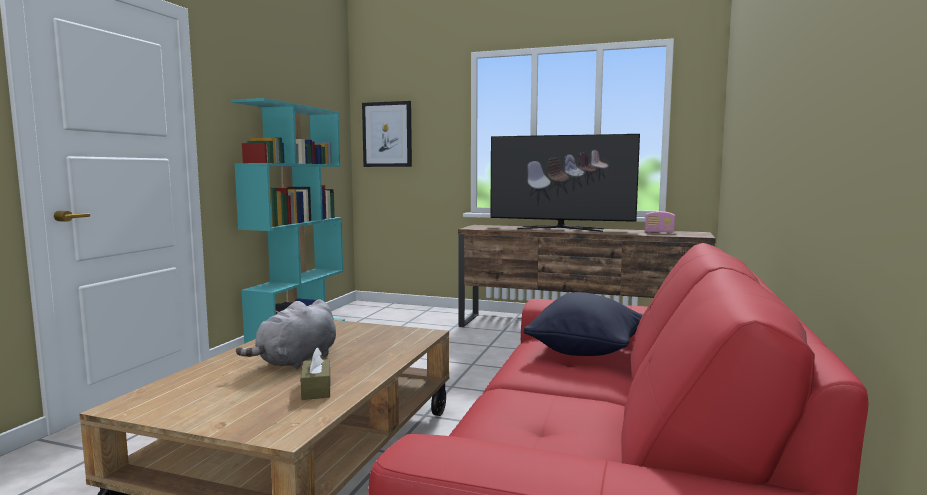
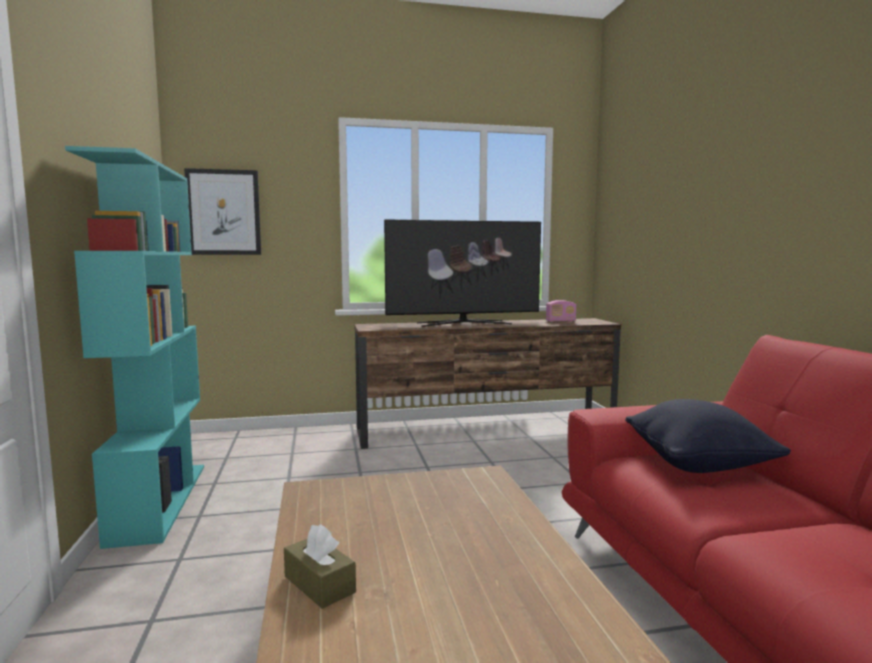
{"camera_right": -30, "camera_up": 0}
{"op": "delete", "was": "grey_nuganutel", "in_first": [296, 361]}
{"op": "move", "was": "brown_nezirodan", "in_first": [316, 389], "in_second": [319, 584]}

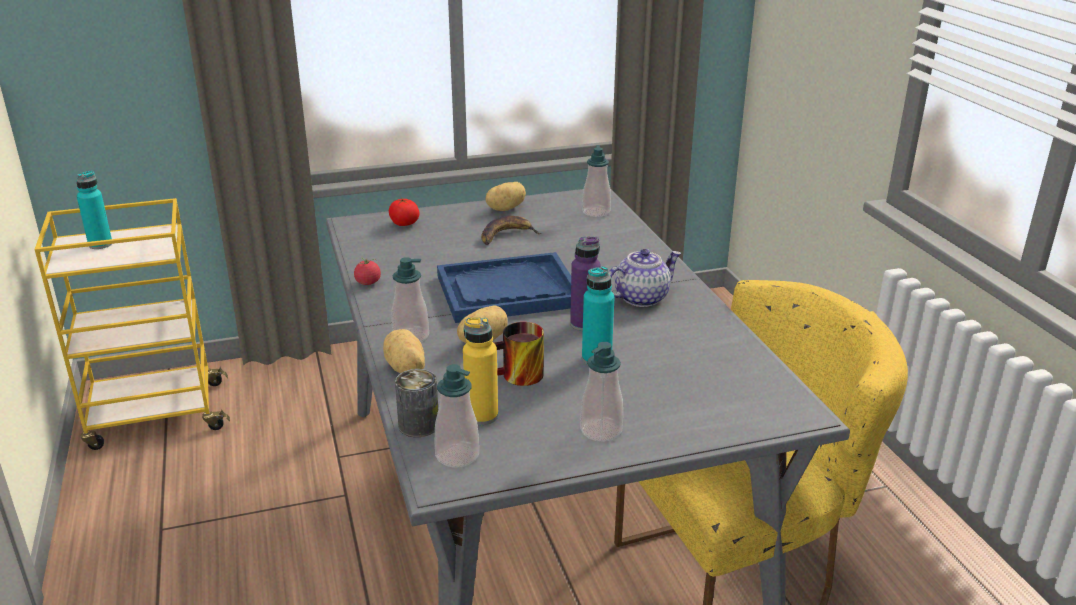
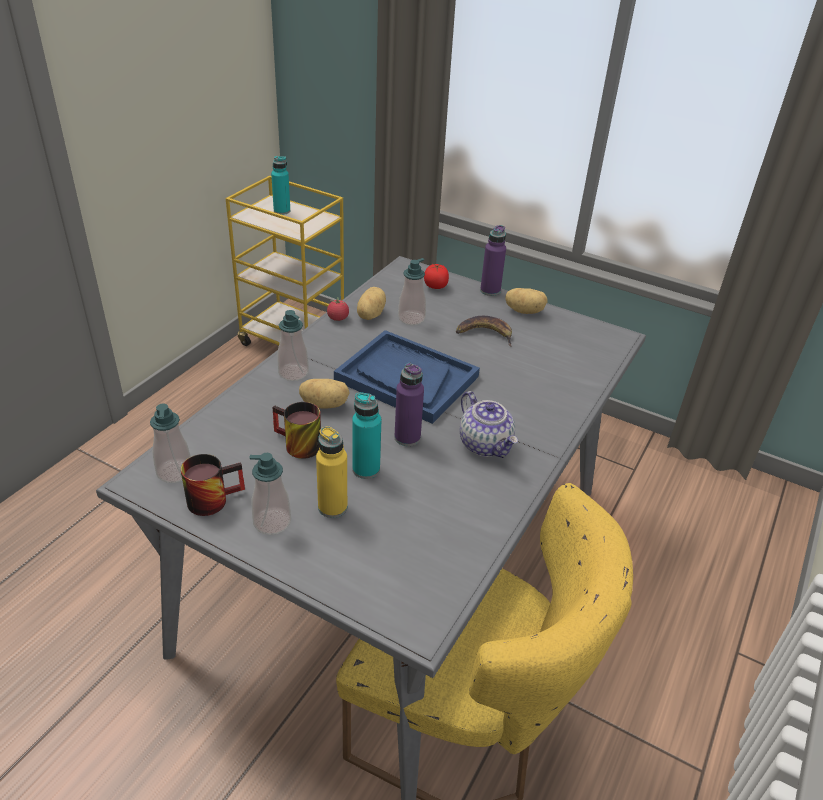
{"camera_right": 45, "camera_up": 10}
{"op": "move", "was": "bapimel", "in_first": [596, 212], "in_second": [411, 318]}
{"op": "rotate", "was": "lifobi", "in_first": [641, 297], "in_second": [486, 445], "clockwise": 45}
{"op": "move", "was": "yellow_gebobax", "in_first": [481, 416], "in_second": [332, 507]}
{"op": "move", "was": "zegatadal", "in_first": [405, 369], "in_second": [369, 315]}
{"op": "delete", "was": "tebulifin", "in_first": [418, 425]}
{"op": "insert", "now": "purple_gebobax", "in_second": [490, 290]}
{"op": "insert", "now": "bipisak", "in_second": [213, 497]}

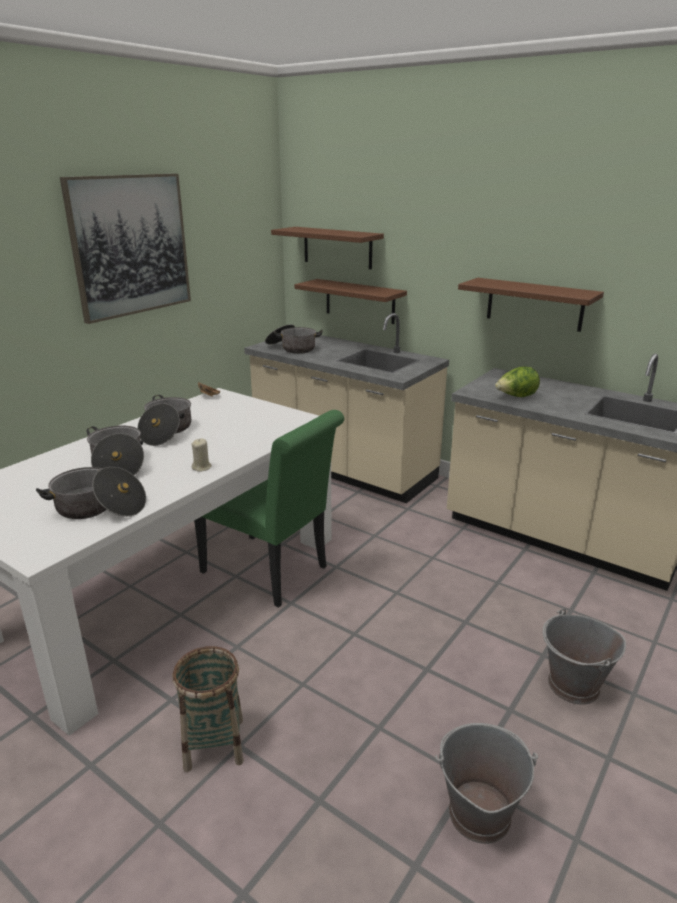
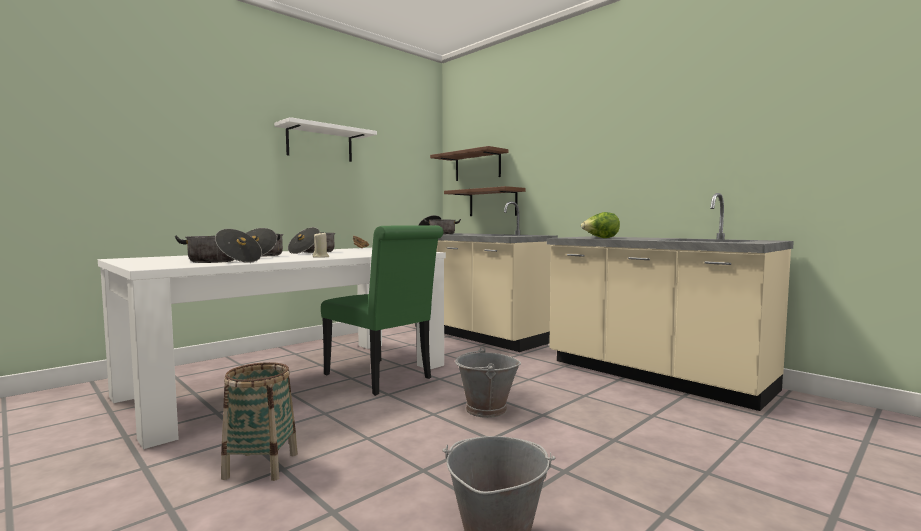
{"camera_right": 10, "camera_up": -20}
{"op": "replace", "was": "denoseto", "now": "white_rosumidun", "in_first": [130, 245], "in_second": [320, 144]}
{"op": "delete", "was": "brown_rosumidun", "in_first": [534, 304]}
{"op": "move", "was": "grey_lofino", "in_first": [573, 686], "in_second": [486, 409]}

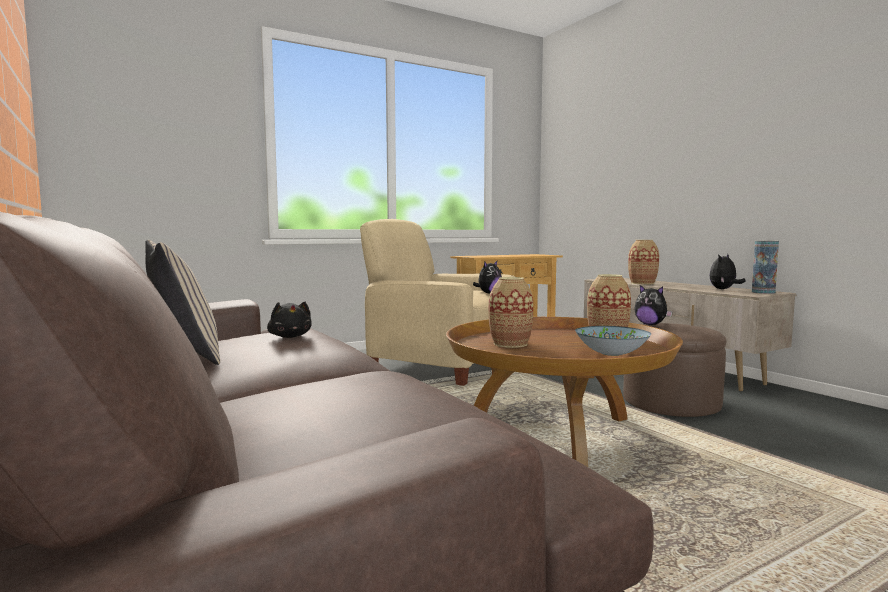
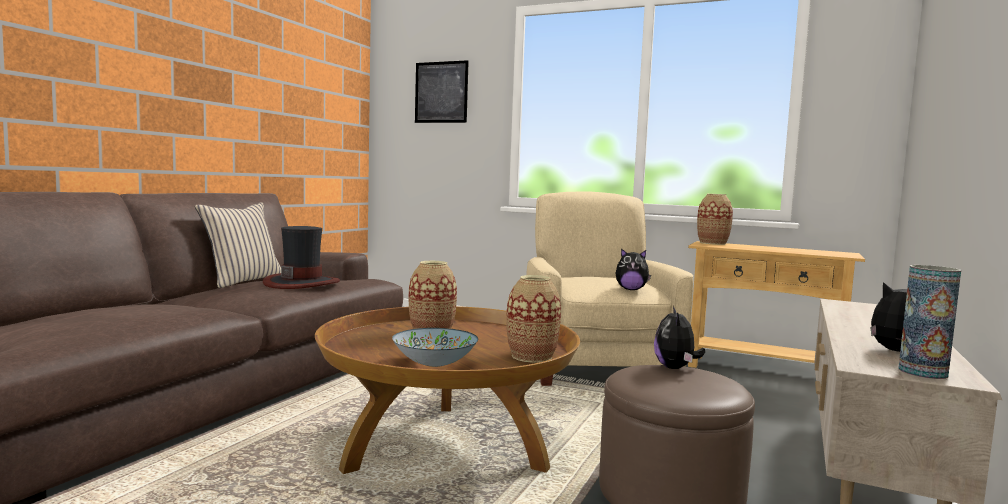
{"camera_right": 55, "camera_up": 0}
{"op": "move", "was": "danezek", "in_first": [642, 283], "in_second": [712, 243]}
{"op": "replace", "was": "black_nuganutel", "now": "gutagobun", "in_first": [290, 337], "in_second": [302, 283]}
{"op": "insert", "now": "denoseto", "in_second": [441, 92]}

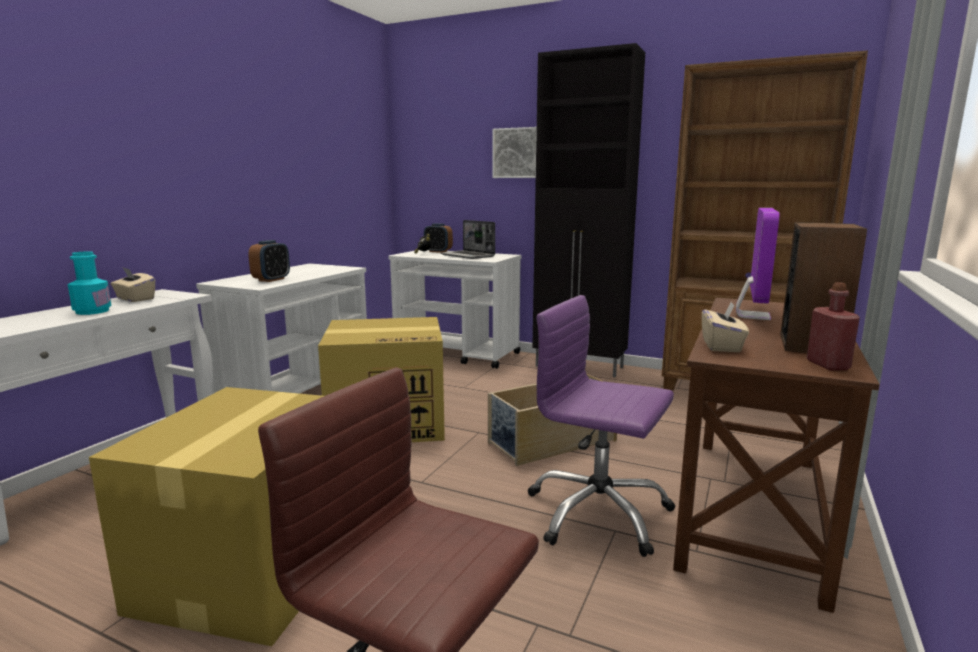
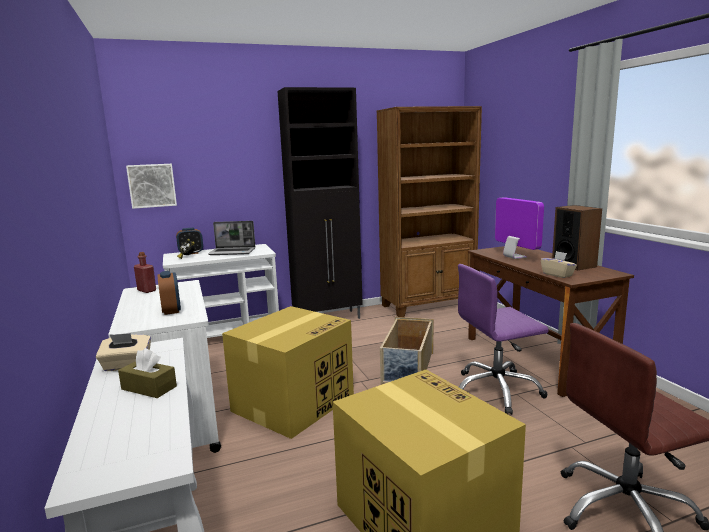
{"camera_right": -45, "camera_up": 0}
{"op": "move", "was": "denoseto", "in_first": [516, 153], "in_second": [152, 185]}
{"op": "replace", "was": "turquoise_gebobax", "now": "brown_nezirodan", "in_first": [92, 311], "in_second": [149, 388]}
{"op": "move", "was": "red_gebobax", "in_first": [828, 365], "in_second": [146, 290]}

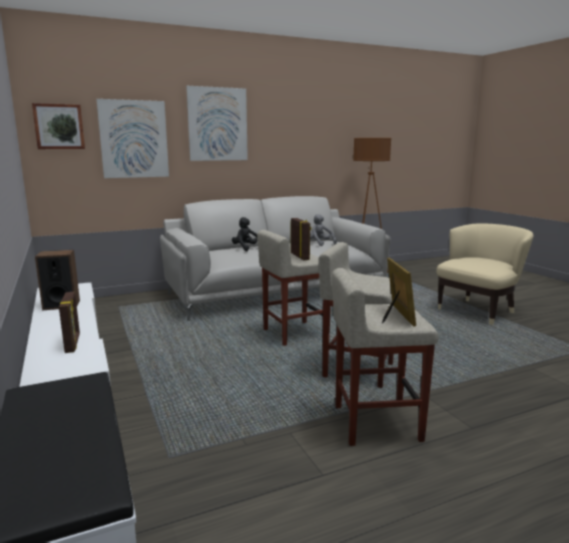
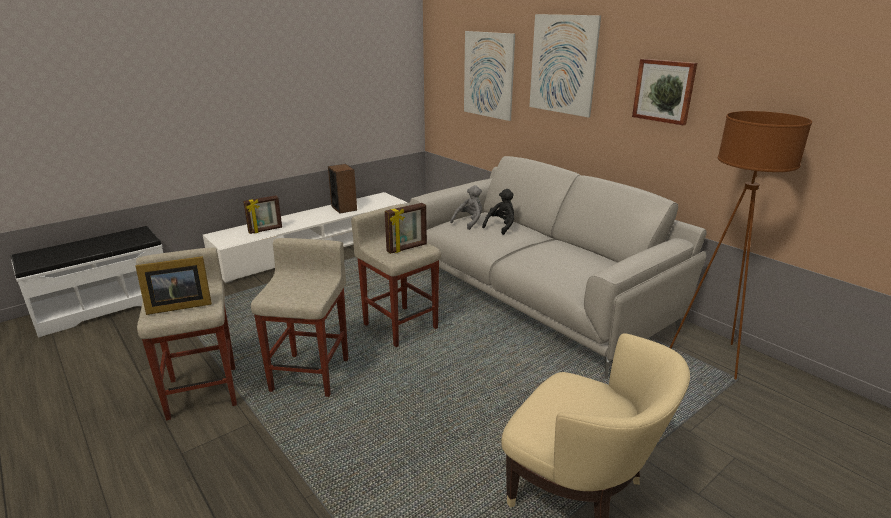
{"camera_right": 75, "camera_up": 10}
{"op": "move", "was": "denoseto", "in_first": [59, 126], "in_second": [664, 91]}
{"op": "move", "was": "grey_nuganutel", "in_first": [320, 244], "in_second": [469, 222]}

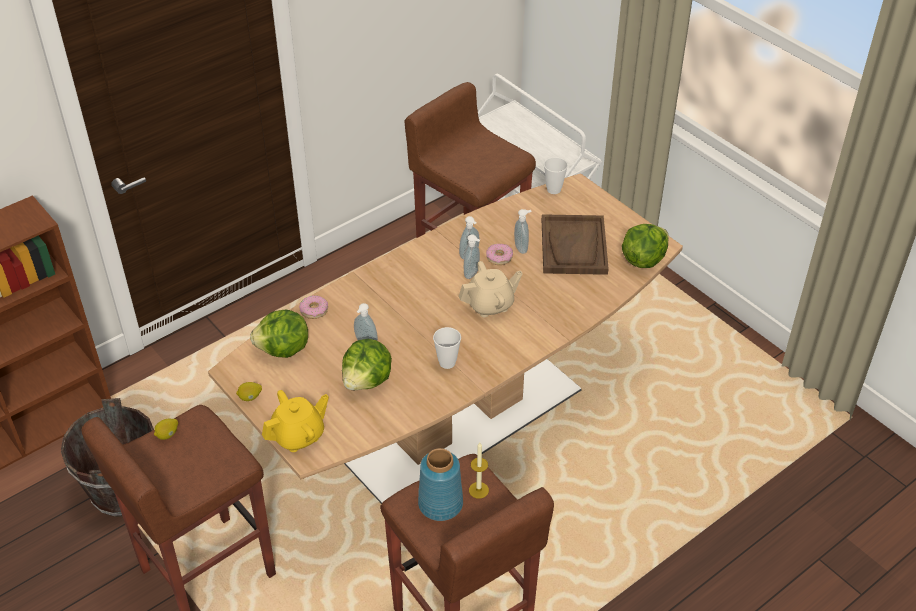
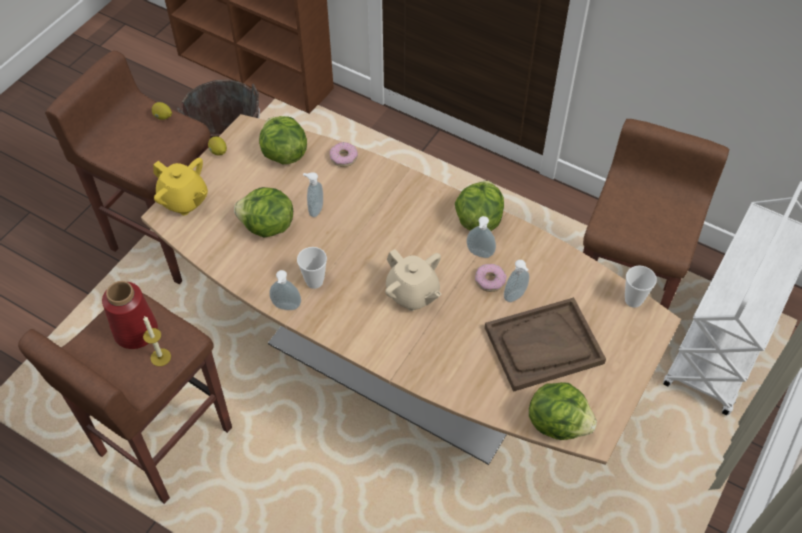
{"camera_right": 70, "camera_up": 10}
{"op": "move", "was": "bapimel", "in_first": [472, 274], "in_second": [286, 307]}
{"op": "recolor", "was": "blue_danezek", "now": "red_danezek", "in_first": [441, 503], "in_second": [136, 332]}
{"op": "insert", "now": "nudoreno", "in_second": [478, 220]}

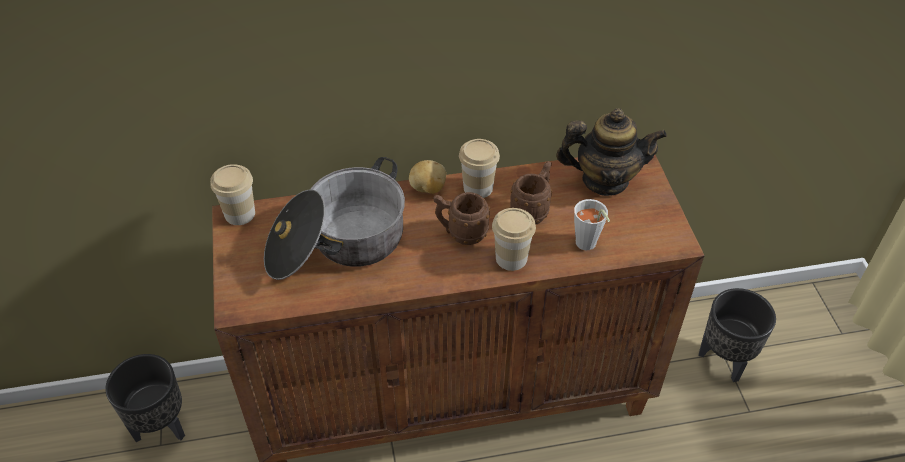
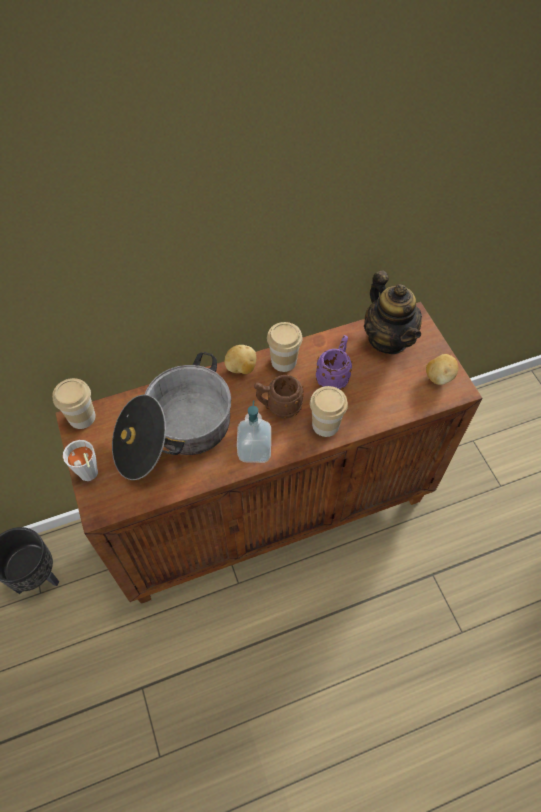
{"camera_right": -10, "camera_up": 10}
{"op": "rotate", "was": "lifobi", "in_first": [604, 180], "in_second": [388, 338], "clockwise": 75}
{"op": "recolor", "was": "brown_bipisak", "now": "purple_bipisak", "in_first": [532, 210], "in_second": [334, 376]}
{"op": "move", "was": "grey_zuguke", "in_first": [587, 246], "in_second": [90, 476]}
{"op": "delete", "was": "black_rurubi", "in_first": [724, 360]}
{"op": "insert", "now": "zegatadal", "in_second": [439, 377]}
{"op": "insert", "now": "bapimel", "in_second": [254, 450]}

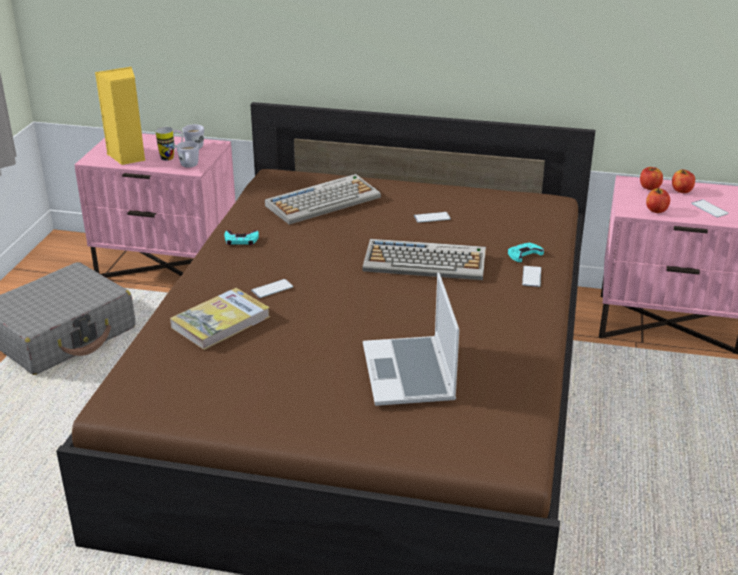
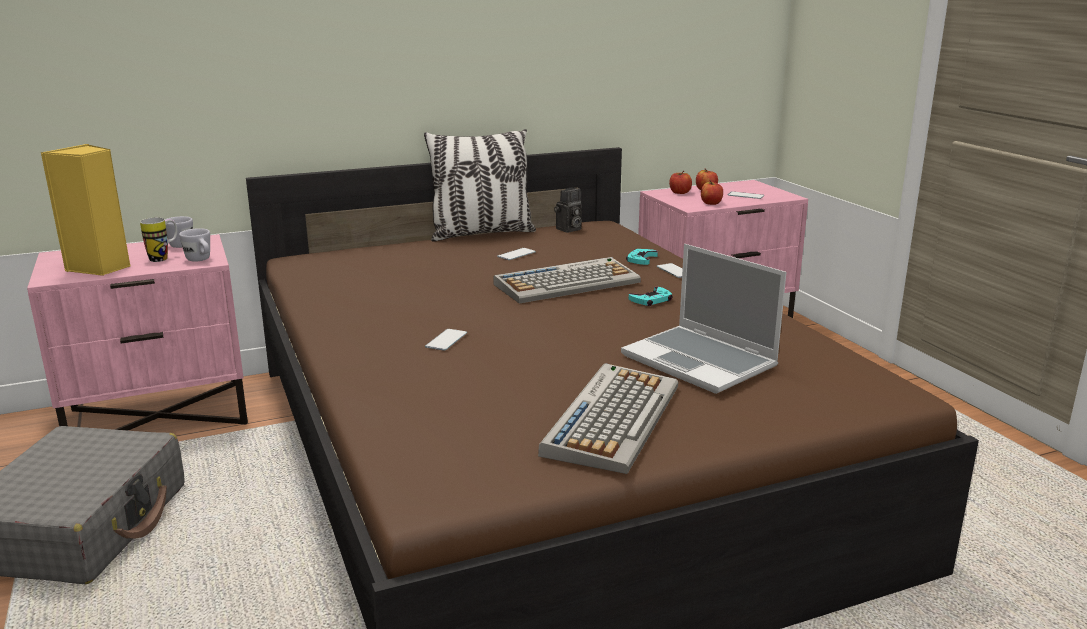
{"camera_right": -35, "camera_up": -10}
{"op": "move", "was": "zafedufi", "in_first": [323, 201], "in_second": [612, 418]}
{"op": "move", "was": "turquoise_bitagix", "in_first": [241, 240], "in_second": [651, 300]}
{"op": "delete", "was": "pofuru", "in_first": [220, 322]}
{"op": "insert", "now": "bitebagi", "in_second": [481, 234]}
{"op": "insert", "now": "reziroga", "in_second": [568, 229]}

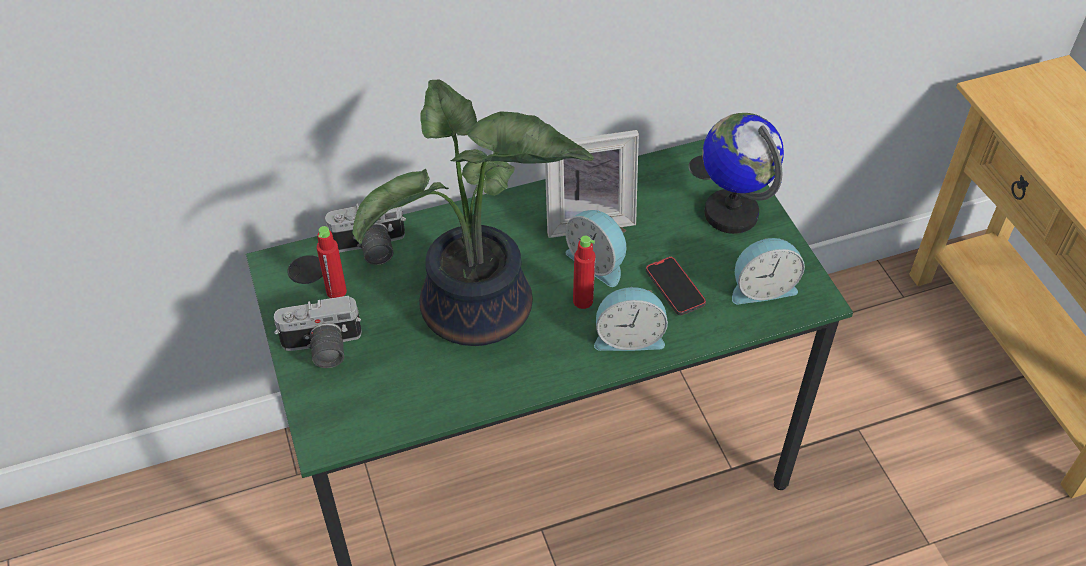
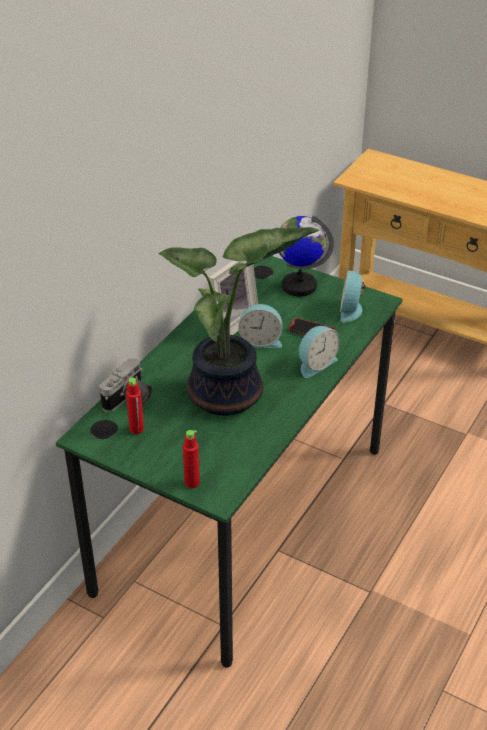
{"camera_right": -40, "camera_up": -10}
{"op": "move", "was": "red_gebobax", "in_first": [583, 301], "in_second": [192, 482]}
{"op": "rotate", "was": "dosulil", "in_first": [761, 288], "in_second": [351, 310], "clockwise": 150}
{"op": "delete", "was": "reziroga", "in_first": [322, 349]}

